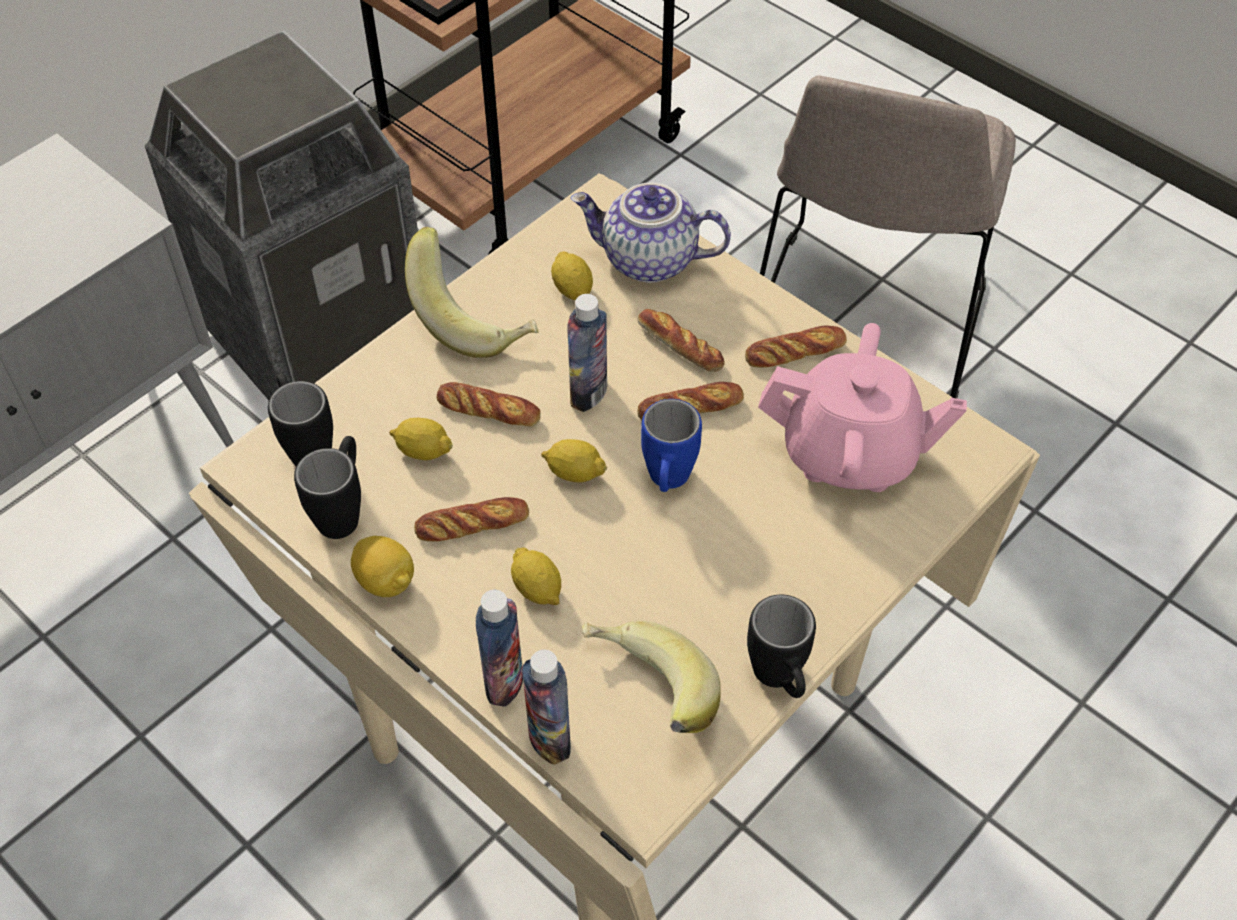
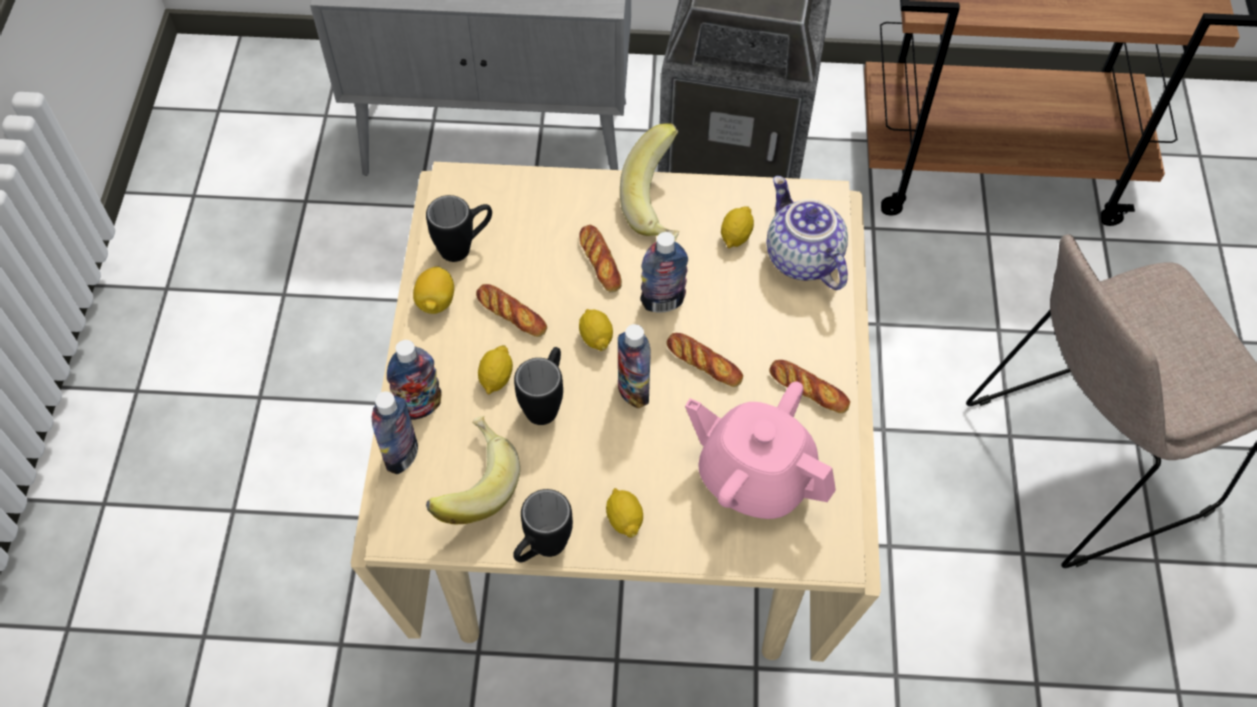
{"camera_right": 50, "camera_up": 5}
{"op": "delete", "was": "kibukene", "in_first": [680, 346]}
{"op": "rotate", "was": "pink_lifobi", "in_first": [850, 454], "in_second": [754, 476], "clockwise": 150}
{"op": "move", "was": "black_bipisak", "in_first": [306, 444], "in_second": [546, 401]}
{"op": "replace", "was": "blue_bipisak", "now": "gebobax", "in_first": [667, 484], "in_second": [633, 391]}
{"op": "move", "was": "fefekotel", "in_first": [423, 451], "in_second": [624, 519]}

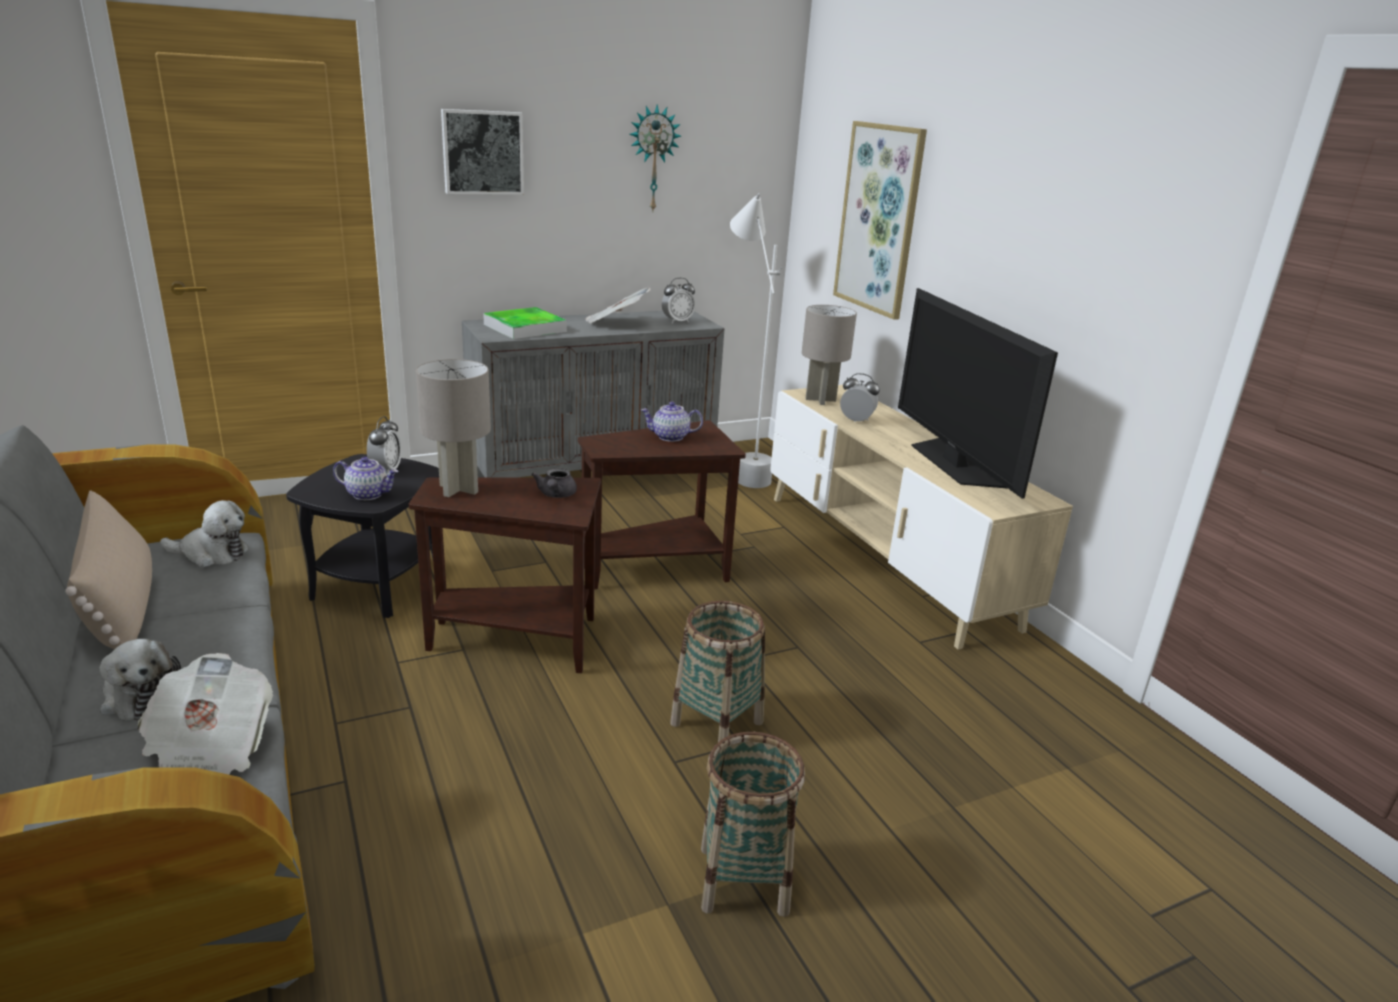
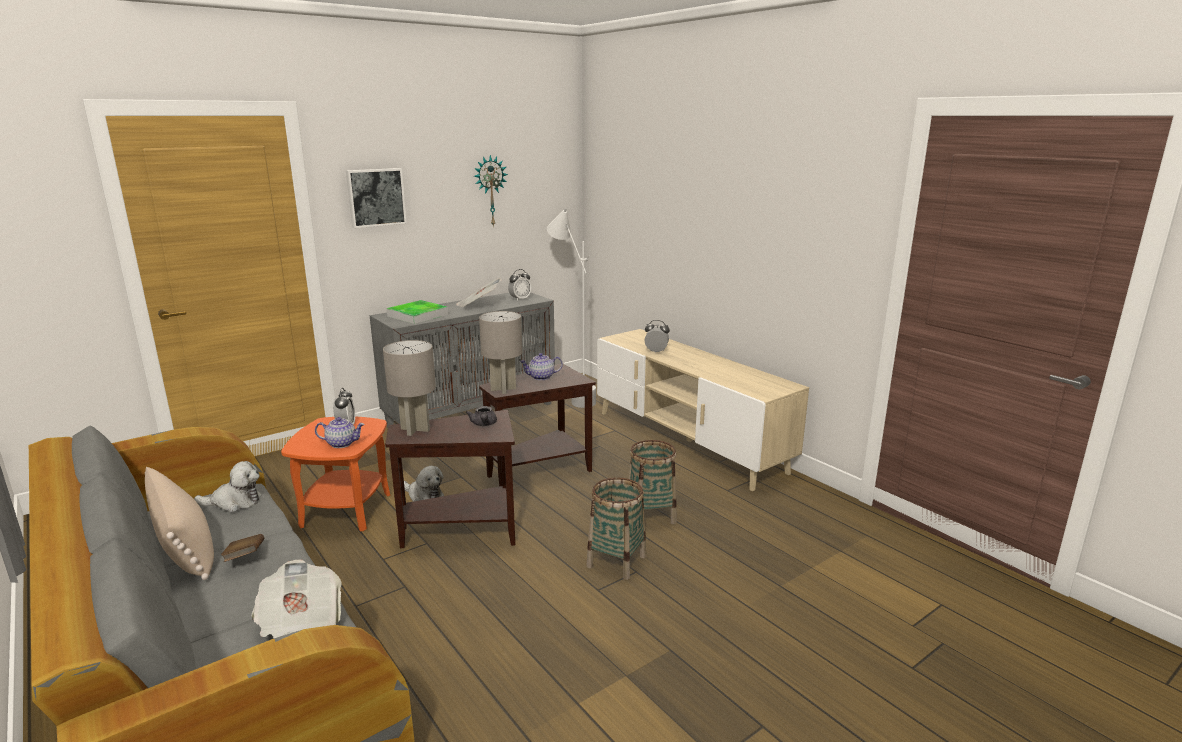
{"camera_right": -10, "camera_up": -5}
{"op": "delete", "was": "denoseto", "in_first": [879, 219]}
{"op": "delete", "was": "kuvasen", "in_first": [954, 463]}
{"op": "move", "was": "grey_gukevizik", "in_first": [821, 400], "in_second": [503, 389]}
{"op": "recolor", "was": "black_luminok", "now": "orange_luminok", "in_first": [377, 585], "in_second": [346, 510]}
{"op": "move", "was": "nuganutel", "in_first": [139, 696], "in_second": [424, 496]}
{"op": "move", "was": "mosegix", "in_first": [743, 880], "in_second": [650, 515]}
{"op": "insert", "now": "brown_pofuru", "in_second": [245, 557]}

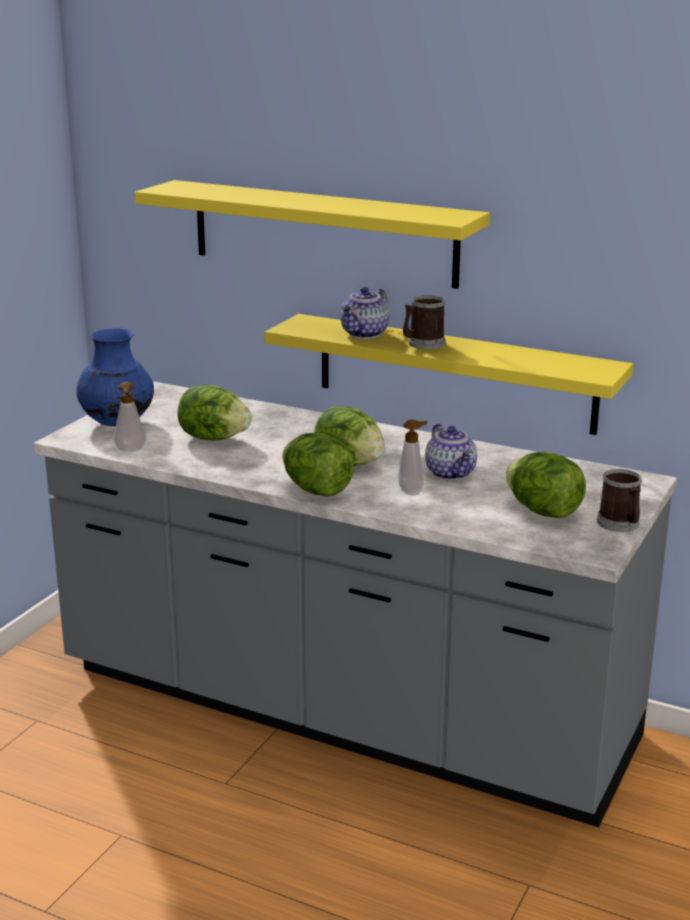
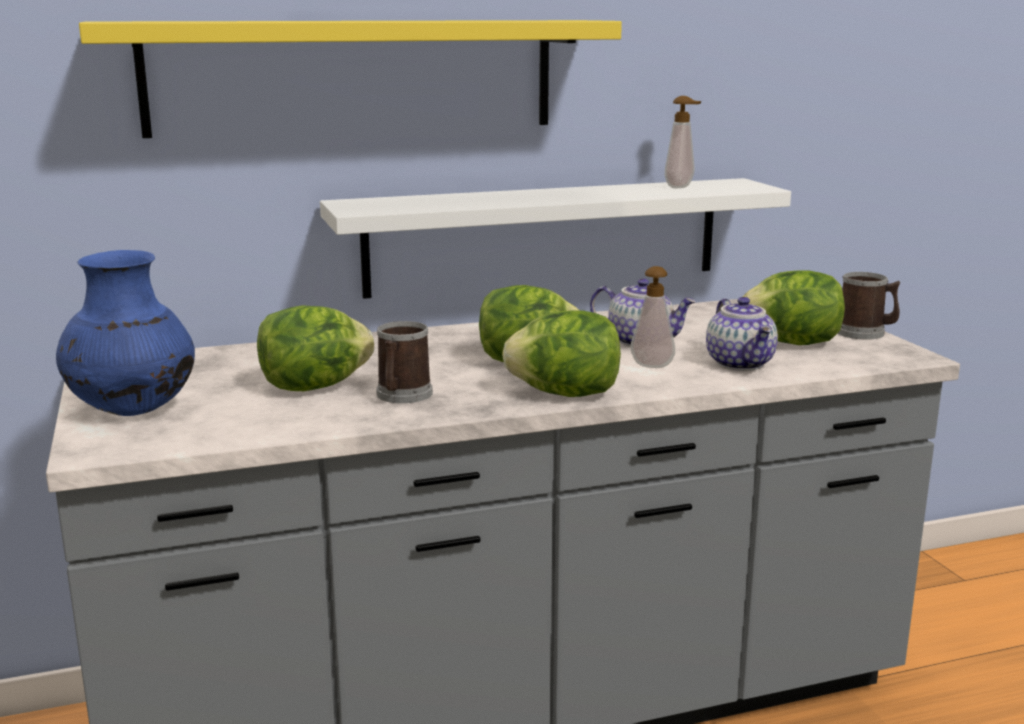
{"camera_right": -45, "camera_up": -5}
{"op": "move", "was": "lifobi", "in_first": [365, 334], "in_second": [741, 364]}
{"op": "move", "was": "bipisak", "in_first": [422, 344], "in_second": [402, 395]}
{"op": "recolor", "was": "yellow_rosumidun", "now": "white_rosumidun", "in_first": [454, 373], "in_second": [544, 236]}
{"op": "move", "was": "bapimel", "in_first": [130, 450], "in_second": [681, 187]}

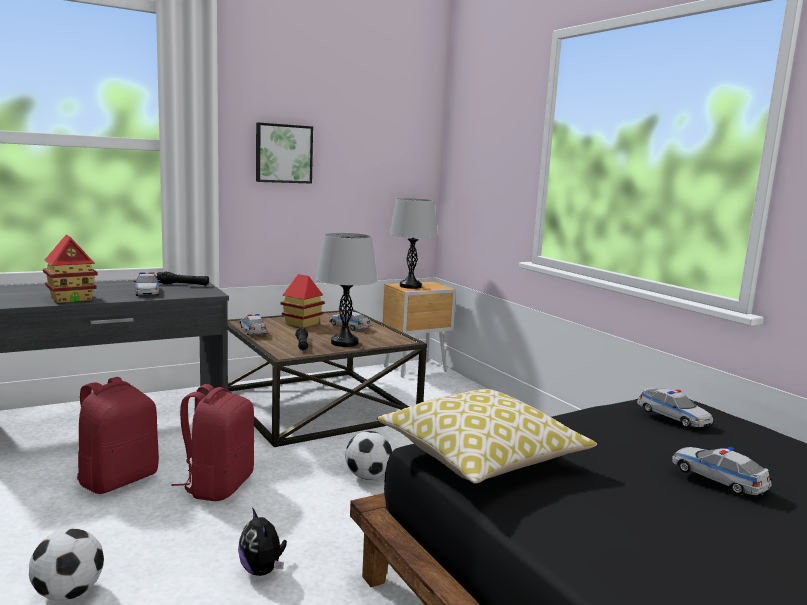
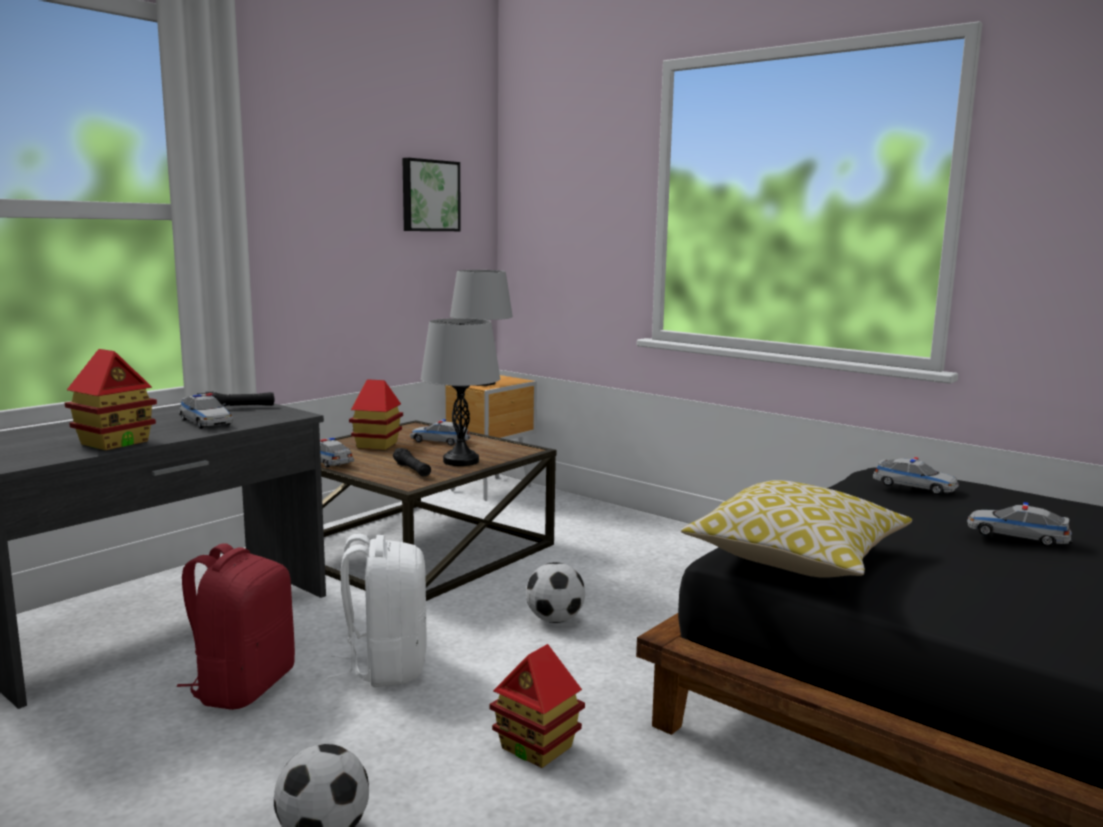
{"camera_right": -20, "camera_up": 0}
{"op": "move", "was": "denoseto", "in_first": [283, 153], "in_second": [429, 195]}
{"op": "recolor", "was": "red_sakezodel", "now": "white_sakezodel", "in_first": [218, 486], "in_second": [385, 667]}
{"op": "replace", "was": "nuganutel", "now": "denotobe", "in_first": [262, 570], "in_second": [537, 747]}

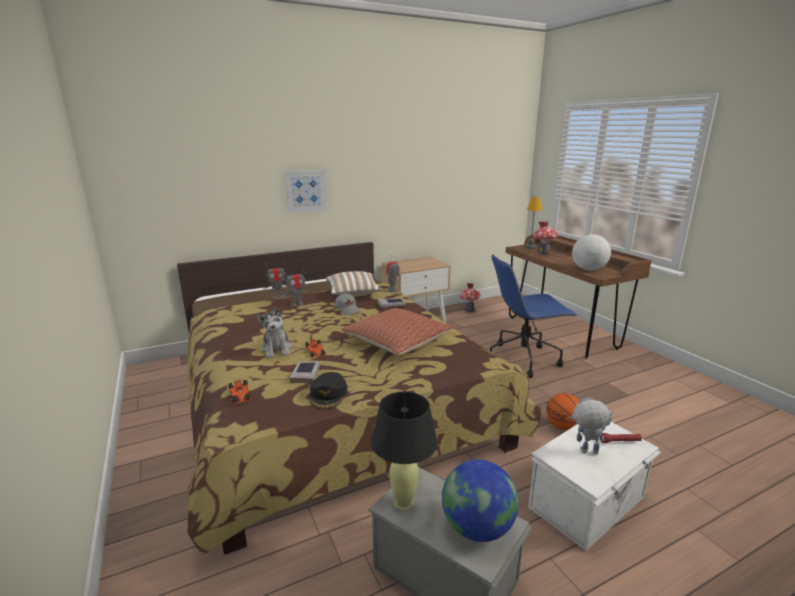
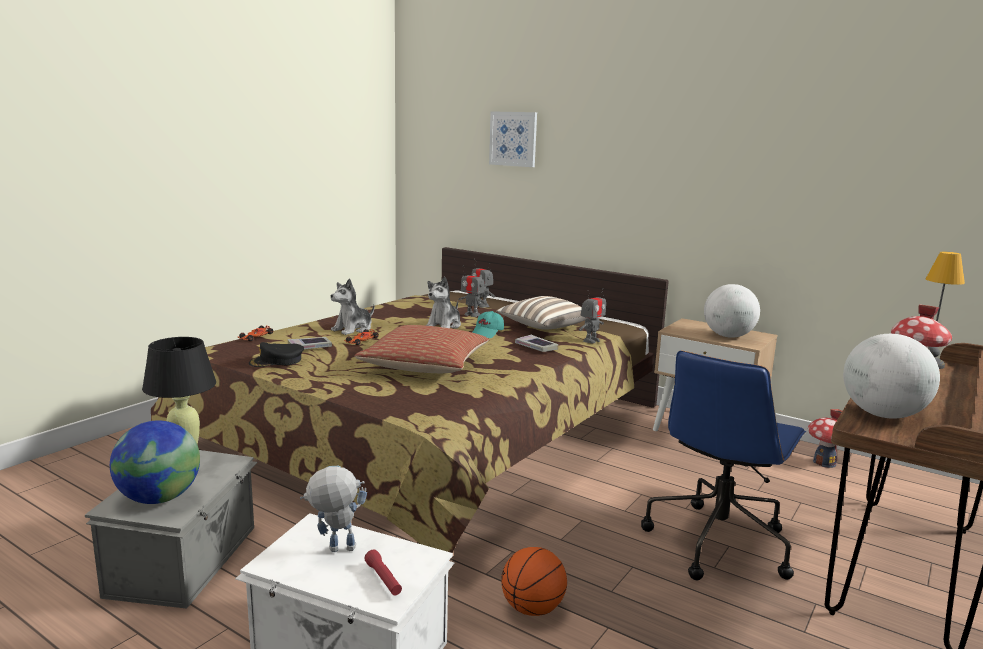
{"camera_right": 60, "camera_up": -5}
{"op": "move", "was": "denoseto", "in_first": [305, 191], "in_second": [513, 139]}
{"op": "rotate", "was": "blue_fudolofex", "in_first": [523, 359], "in_second": [718, 542], "clockwise": -105}
{"op": "recolor", "was": "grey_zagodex", "now": "turquoise_zagodex", "in_first": [348, 310], "in_second": [487, 333]}
{"op": "rotate", "was": "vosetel", "in_first": [584, 452], "in_second": [334, 550], "clockwise": -75}
{"op": "insert", "now": "nuganutel", "in_second": [444, 326]}
{"op": "insert", "now": "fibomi", "in_second": [728, 336]}

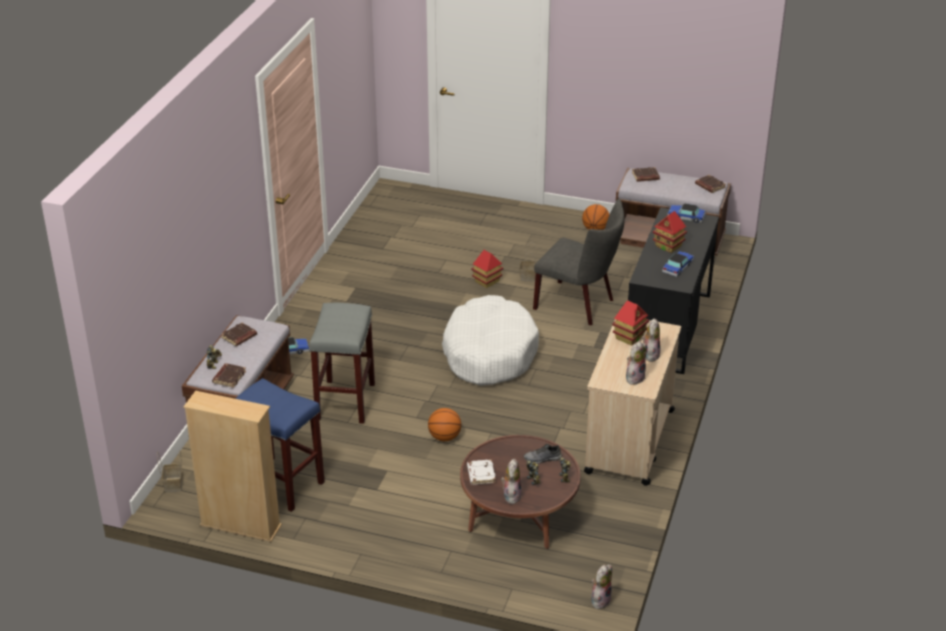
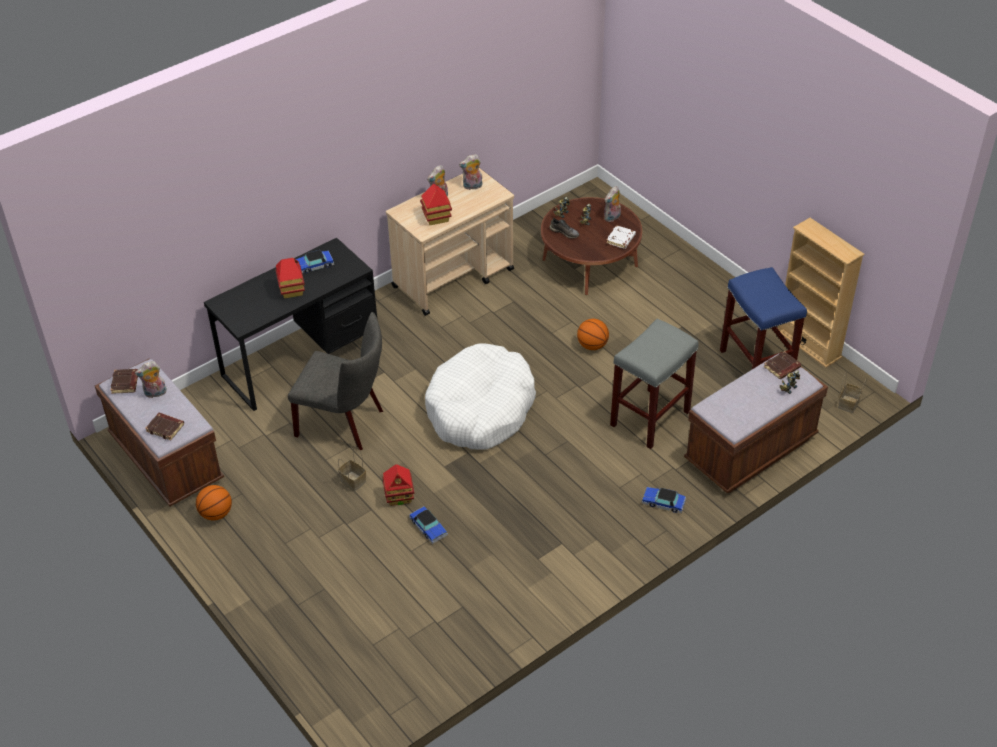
{"camera_right": -145, "camera_up": 10}
{"op": "rotate", "was": "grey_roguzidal", "in_first": [579, 305], "in_second": [345, 423], "clockwise": 135}
{"op": "move", "was": "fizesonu", "in_first": [686, 217], "in_second": [428, 527]}
{"op": "delete", "was": "brown_pofuru", "in_first": [239, 337]}
{"op": "move", "was": "nuganutel", "in_first": [600, 600], "in_second": [155, 394]}

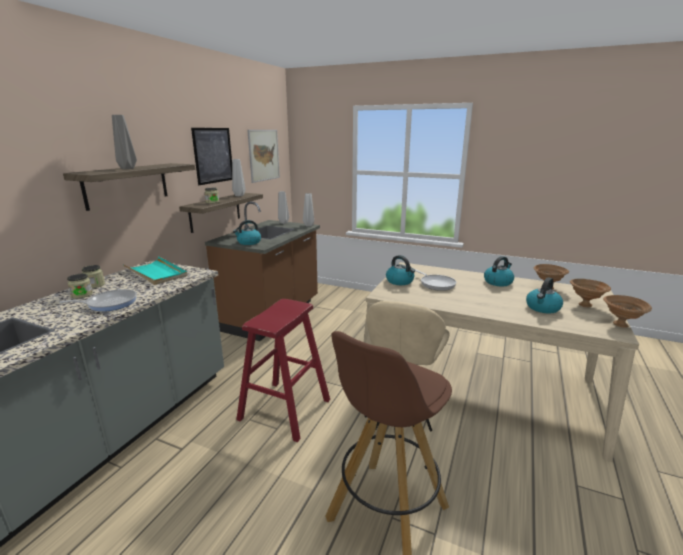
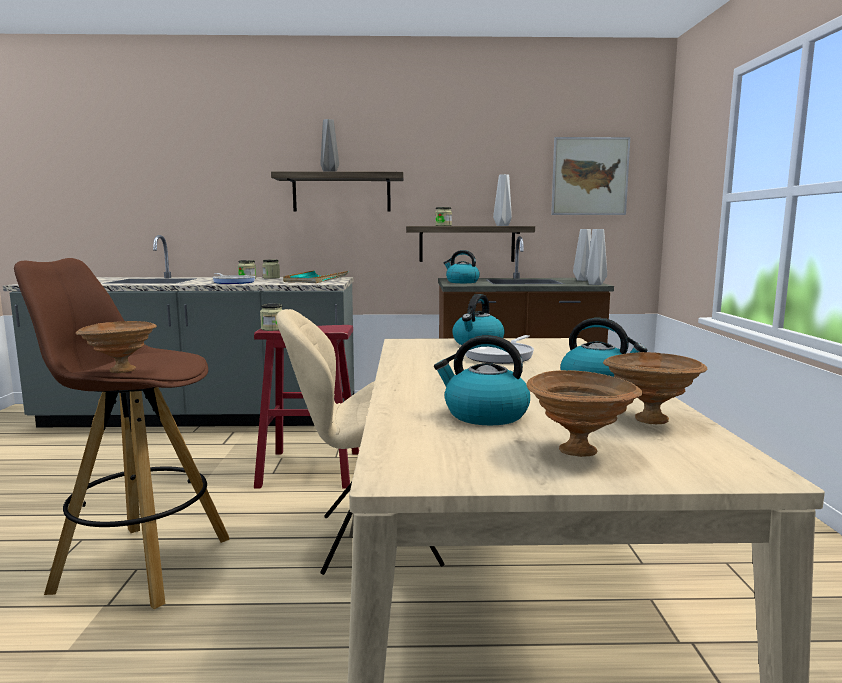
{"camera_right": 65, "camera_up": -10}
{"op": "delete", "was": "denoseto", "in_first": [213, 155]}
{"op": "move", "was": "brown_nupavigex", "in_first": [621, 325], "in_second": [120, 370]}
{"op": "insert", "now": "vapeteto", "in_second": [272, 329]}

